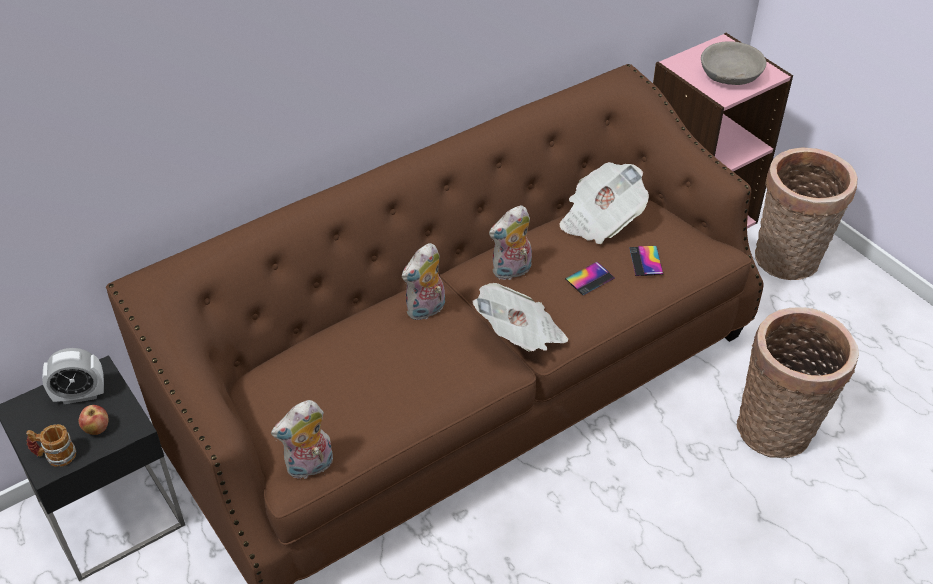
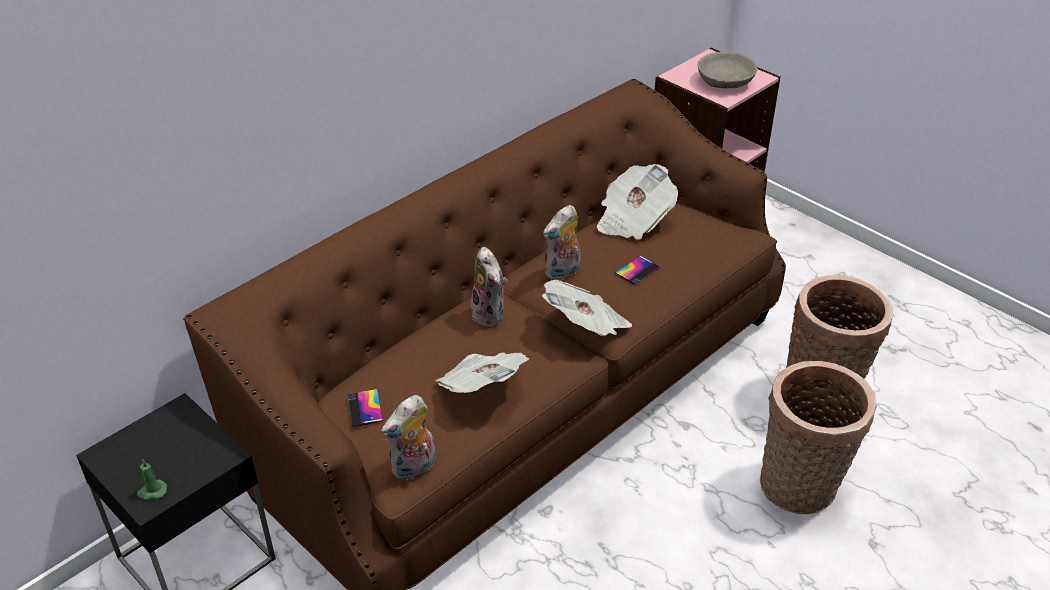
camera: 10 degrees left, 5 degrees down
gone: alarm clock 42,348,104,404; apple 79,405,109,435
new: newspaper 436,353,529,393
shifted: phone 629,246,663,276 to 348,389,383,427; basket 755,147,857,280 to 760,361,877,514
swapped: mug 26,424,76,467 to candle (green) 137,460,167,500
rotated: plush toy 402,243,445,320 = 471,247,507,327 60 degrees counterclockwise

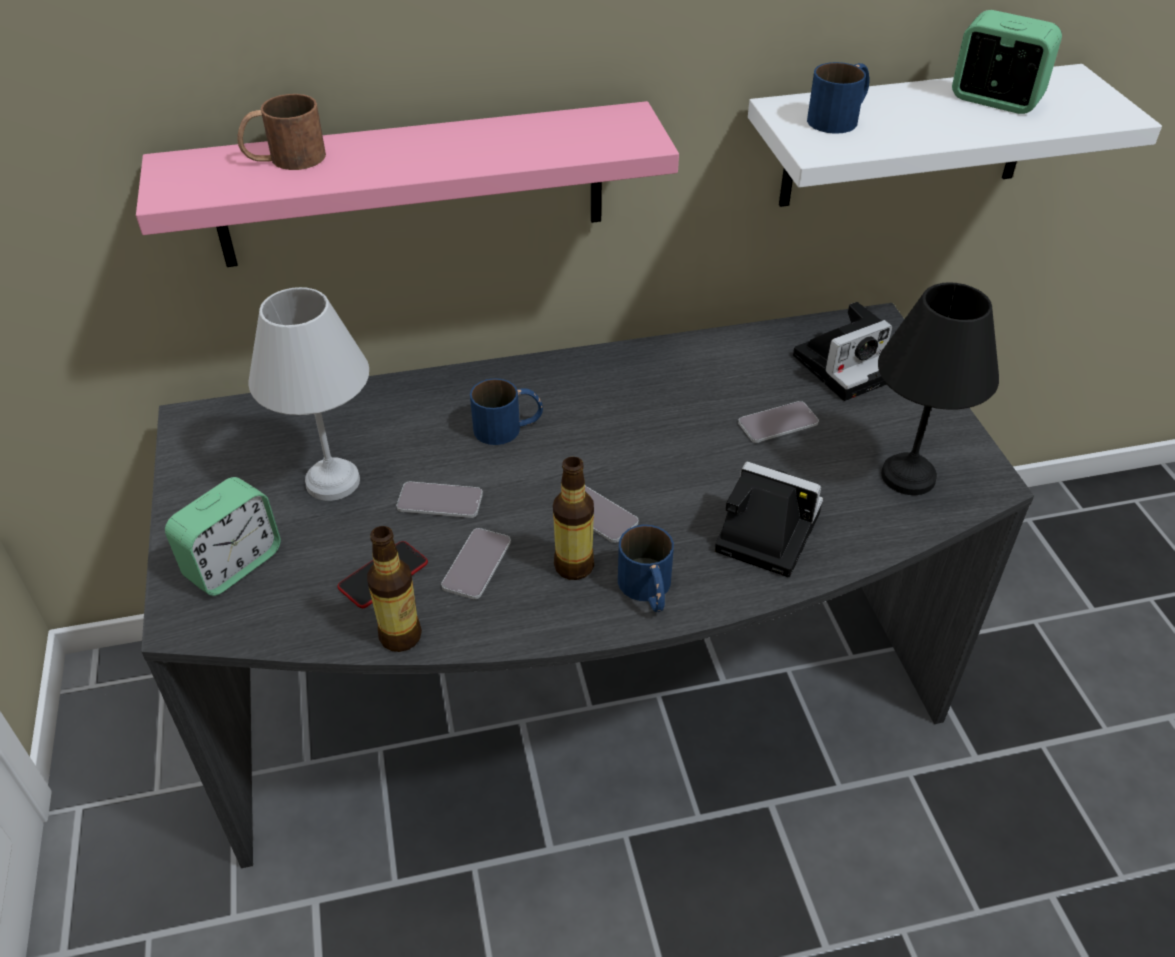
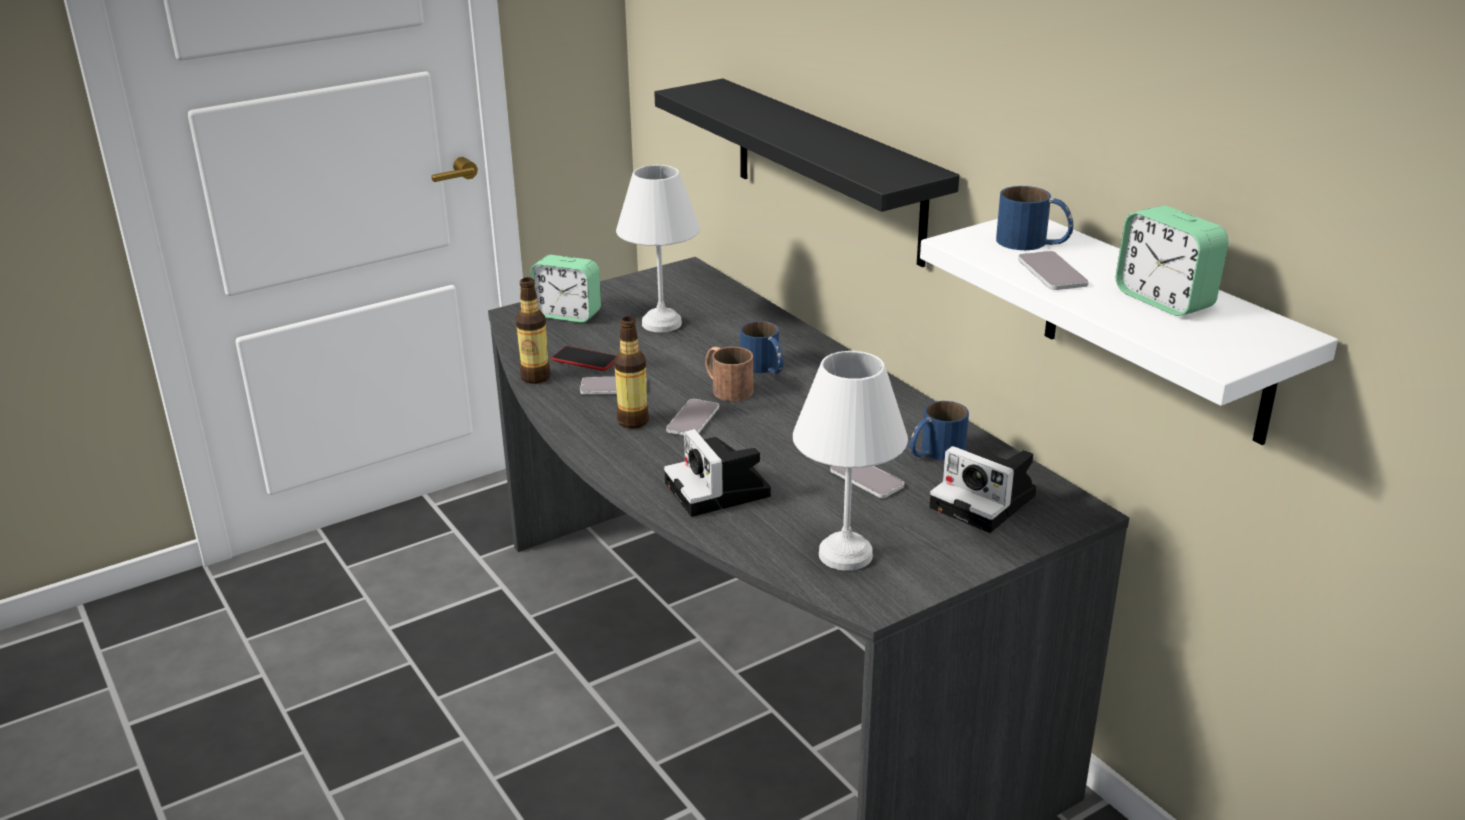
camera: 70 degrees right, 15 degrees down
shifted: mug (brown) 237,94,326,170 to 705,347,753,401; mug (blue) 618,525,674,612 to 910,401,969,460; phone 397,482,483,518 to 1018,251,1089,290
repainted: shelf (pink) 136,101,679,267 to shelf (black) 654,79,959,267; table lamp (black) 878,282,999,495 to table lamp (white) 793,351,908,571
rotated: photo camera 715,461,823,577 = 664,429,771,517 150 degrees clockwise; alarm clock 952,10,1062,114 = 1116,206,1229,316 135 degrees clockwise

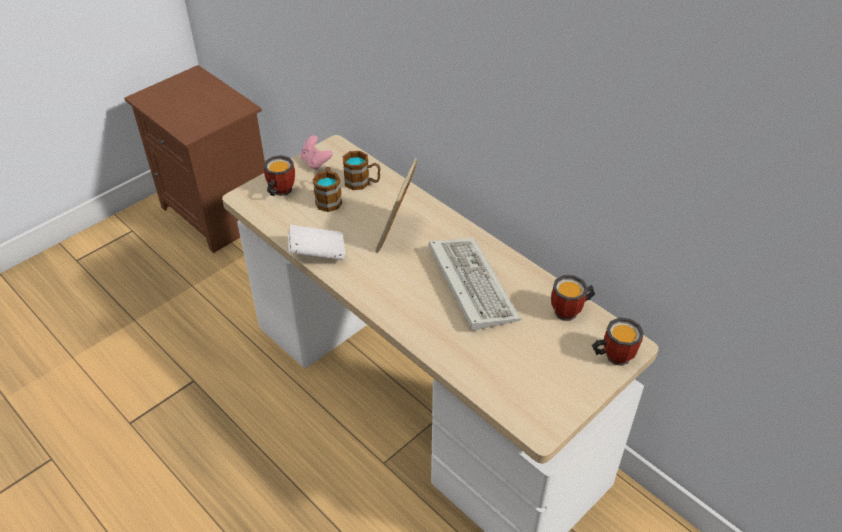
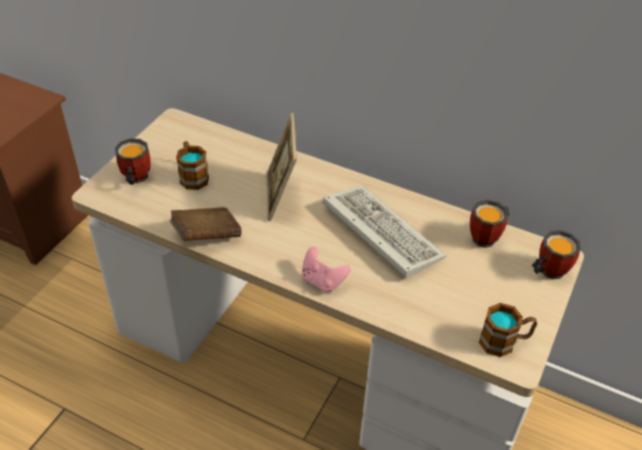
camera: 20 degrees left, 0 degrees up
shifted: game controller (pink) 301,135,333,170 to 302,247,350,292; mug 343,151,380,190 to 479,303,537,357
repainted: book (white) 288,225,345,260 to book (brown) 170,207,242,241

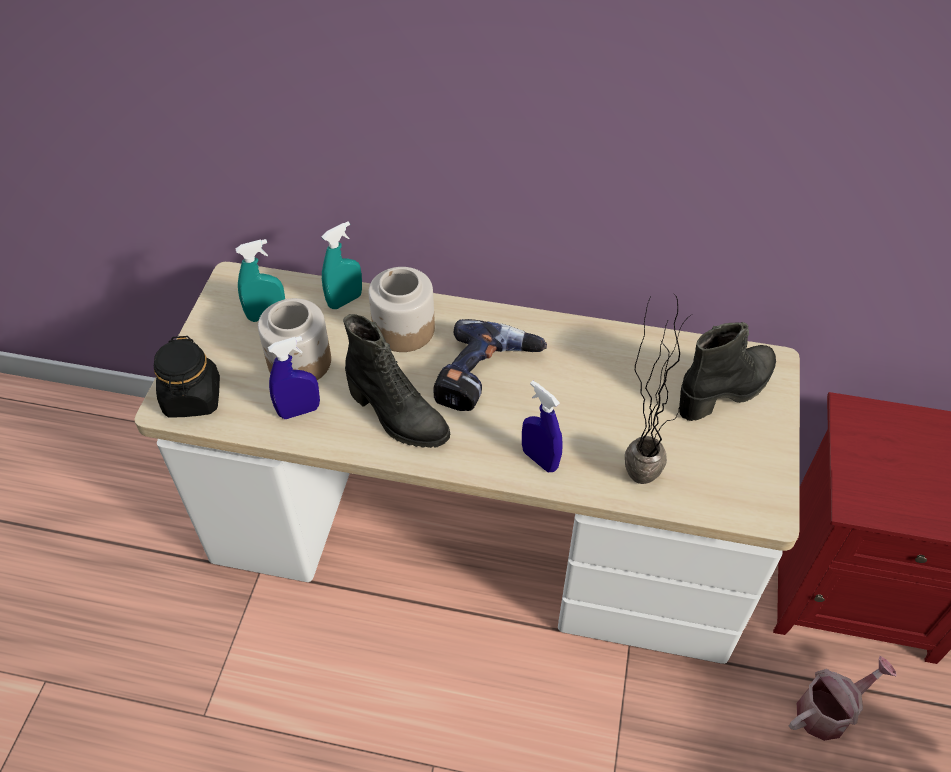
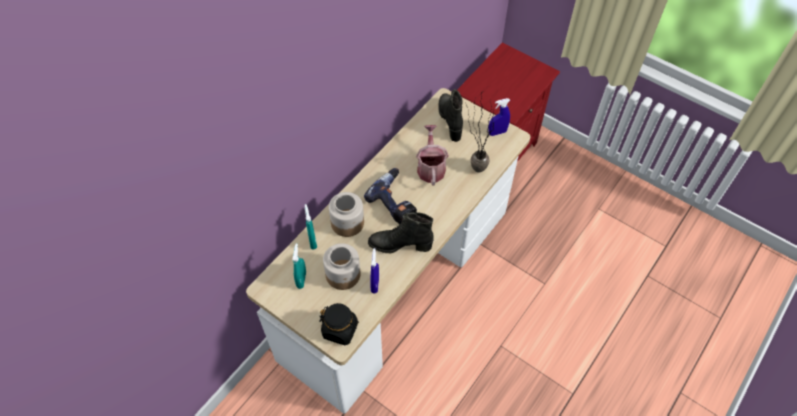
camera: 65 degrees left, 5 degrees up
shifted: watering can 789,656,896,741 to 416,125,449,185; spray bottle (blue) 522,381,563,472 to 488,98,510,136
rotated: boot (black) 343,314,450,448 = 368,212,434,254 150 degrees counterclockwise

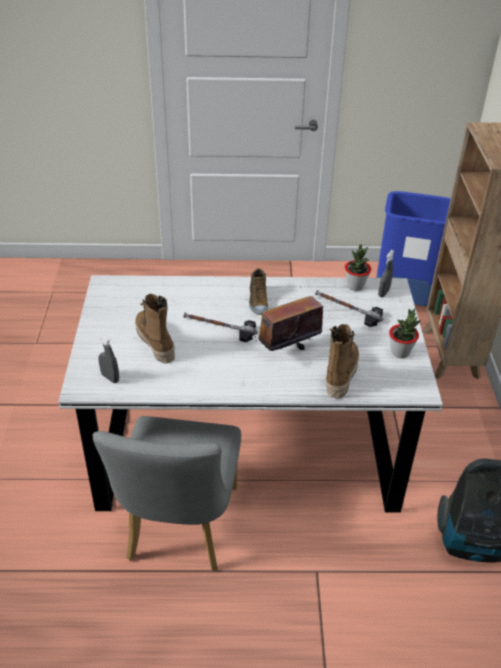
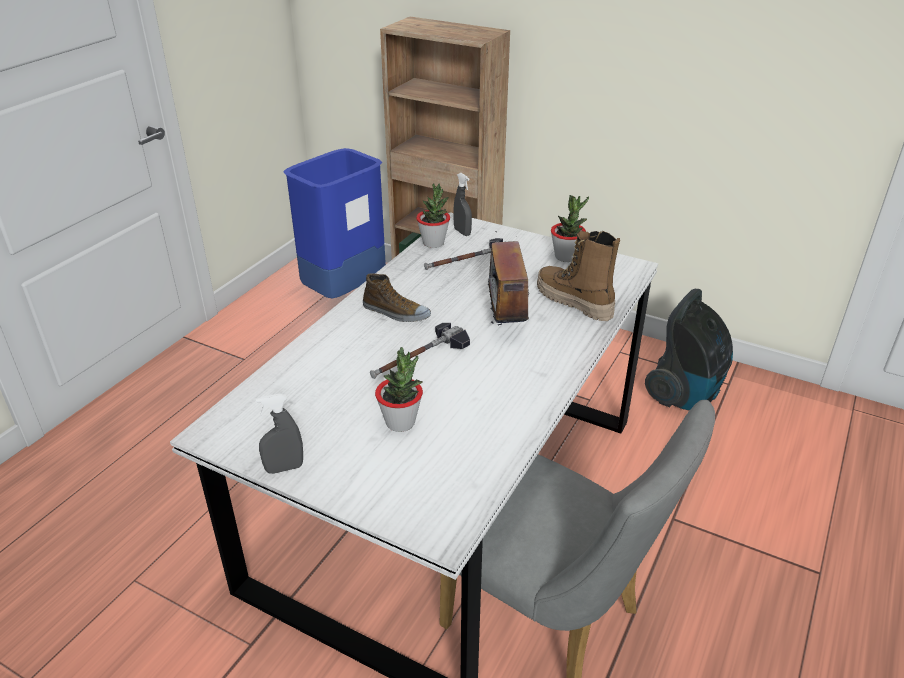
camera: 60 degrees left, 5 degrees down
shifted: spray bottle (grey) 97,330,119,383 to 255,393,303,474
swapped: boot 135,294,175,364 to potted plant 375,347,423,432

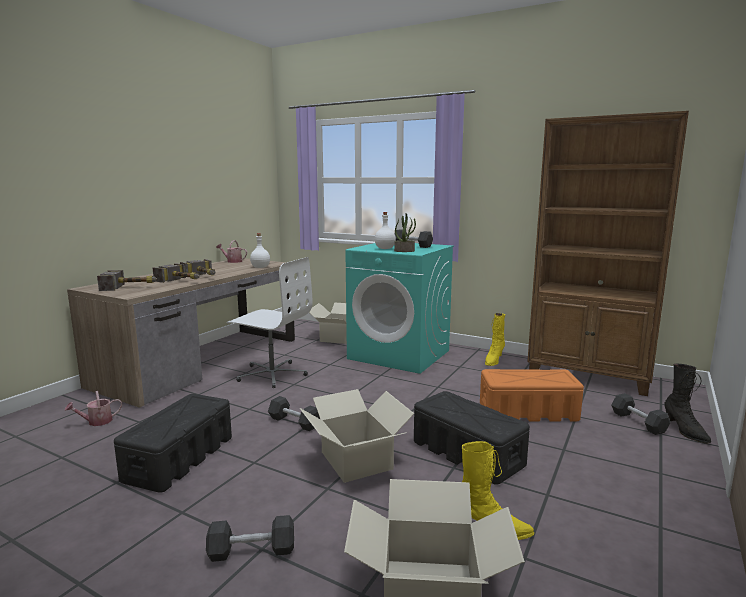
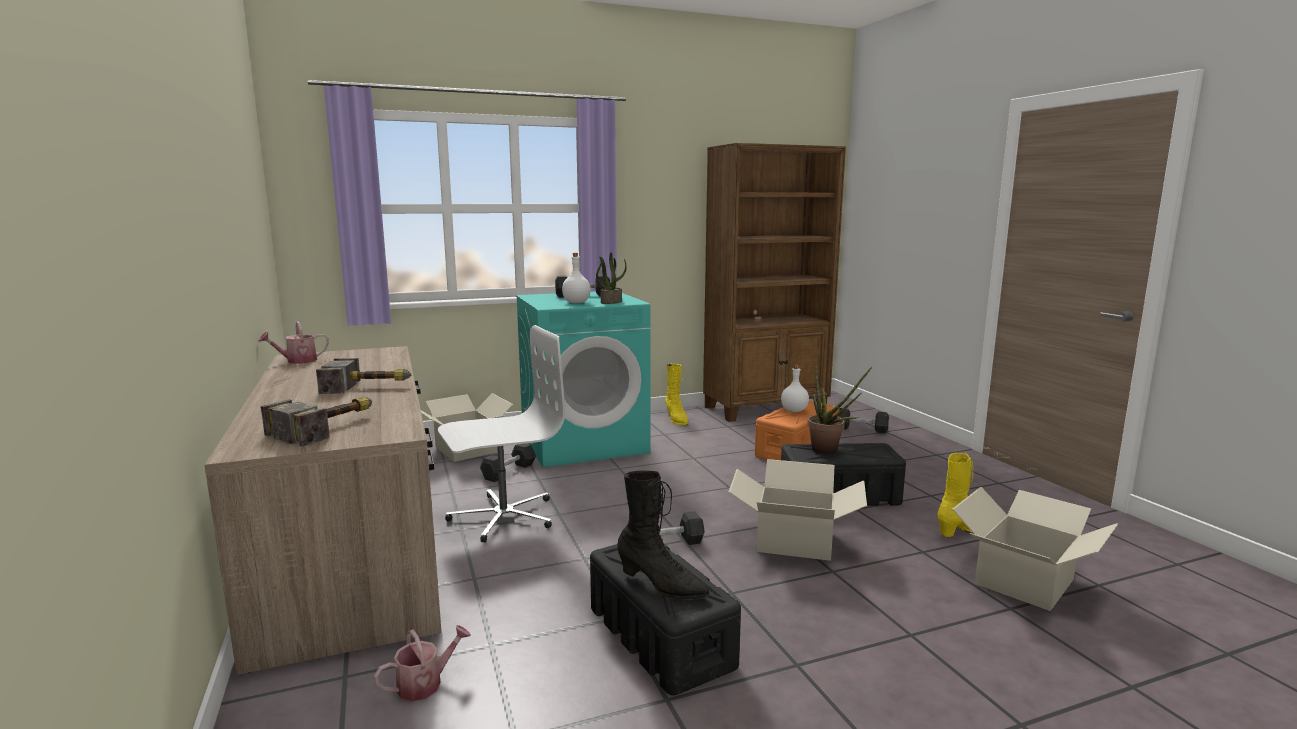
camera: 50 degrees left, 0 degrees up
gone: hammer 153,263,200,283
new: potted plant 808,363,872,454
shifted: dumbbell (black) 206,515,294,562 to 480,444,536,482; boot (black) 664,364,711,443 to 617,470,710,600; bottle (white) 250,233,270,268 to 781,365,809,412
rotated: watering can 64,391,122,426 = 374,625,471,701 135 degrees counterclockwise

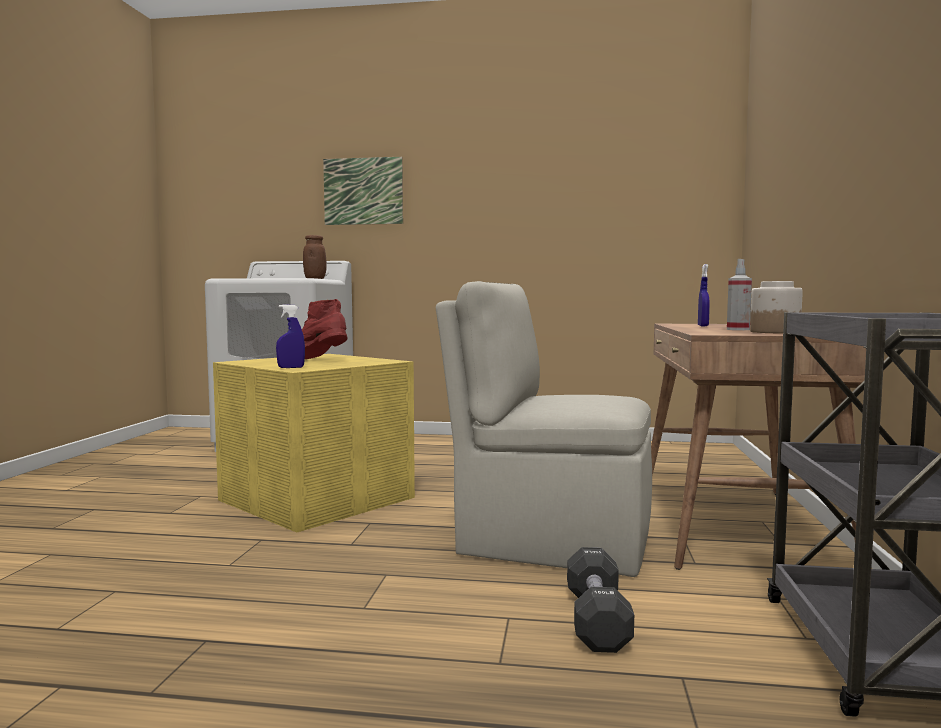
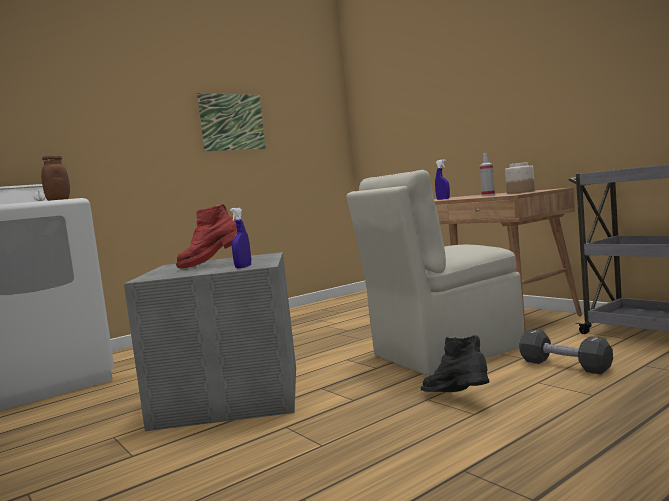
camera: 45 degrees left, 0 degrees up
new: boot (black) 421,335,489,392
shifted: picture 323,157,403,225 to 196,93,266,151
repainted: storage box (yellow) 213,354,415,532 to storage box (grey) 124,252,296,431

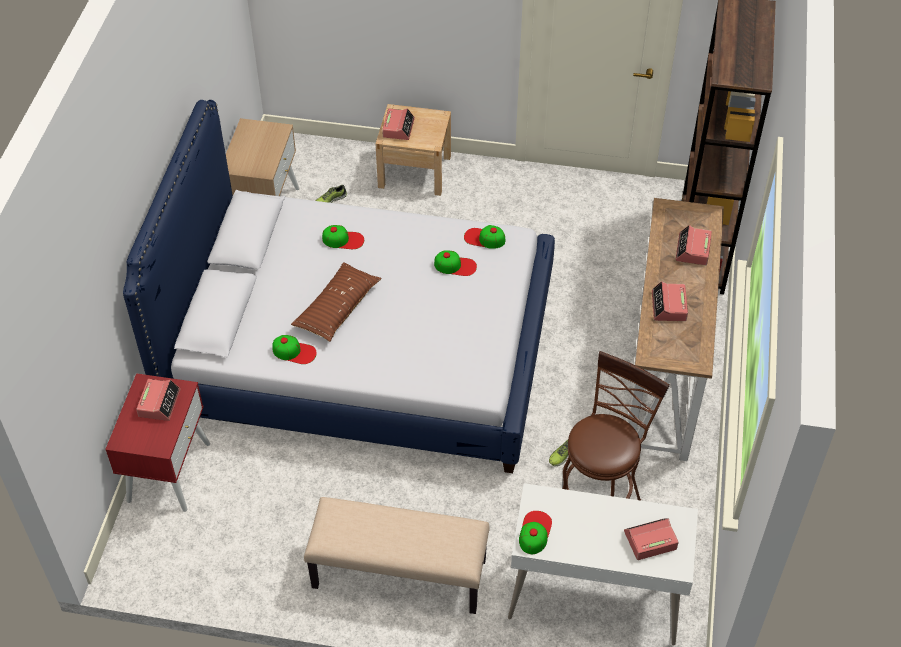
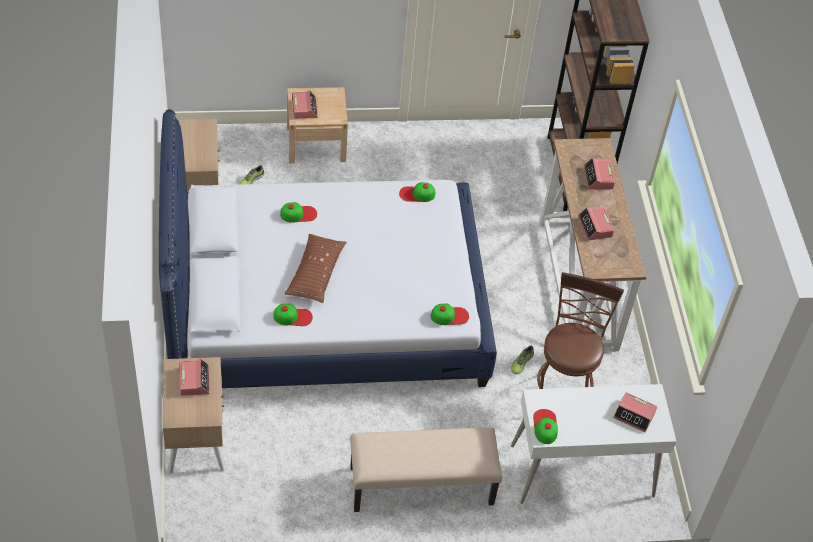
camera: 20 degrees left, 0 degrees up
shifted: cap 434,250,477,276 to 431,303,469,325
repainted: nightstand (red) 105,373,210,512 to nightstand (beige) 163,357,225,474
rotated: alarm clock 624,518,679,560 = 613,392,657,432 120 degrees counterclockwise

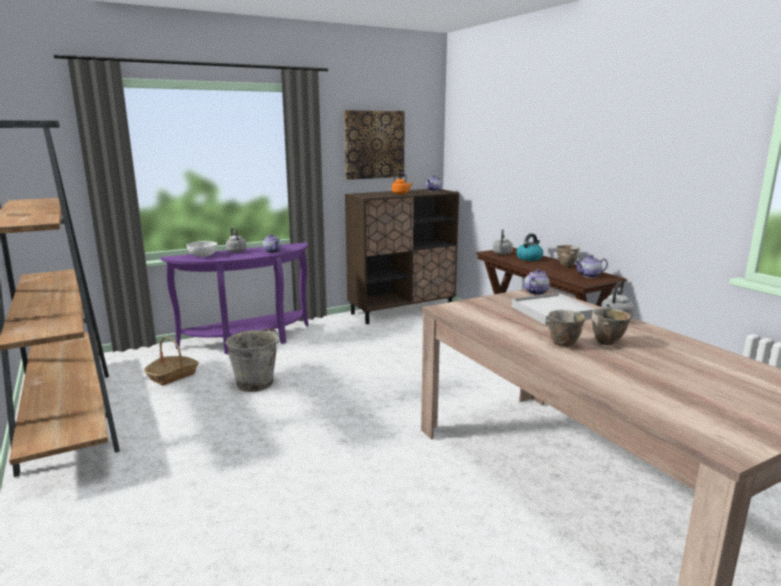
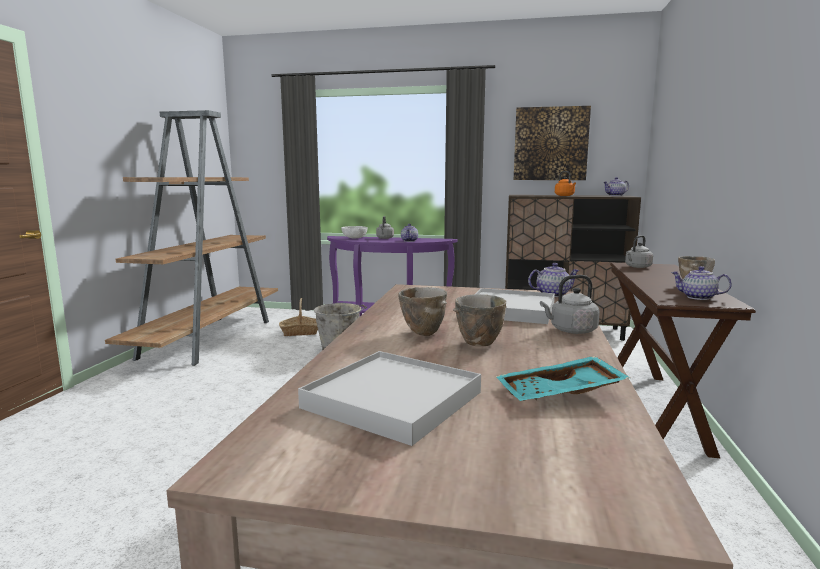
camera: 40 degrees right, 5 degrees down
gone: kettle 516,234,544,261
new: tray (white) 298,351,481,446; tray (turquoise) 495,356,630,401

